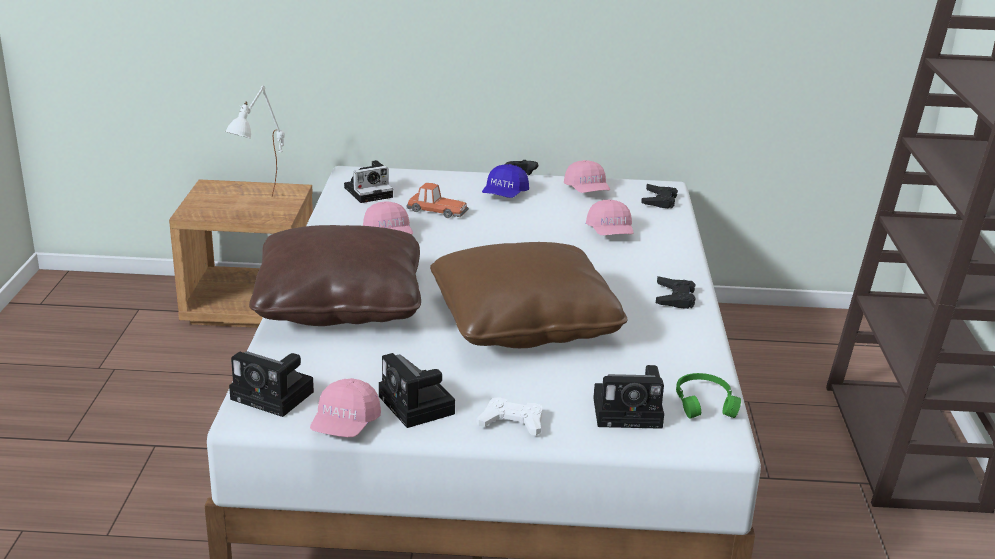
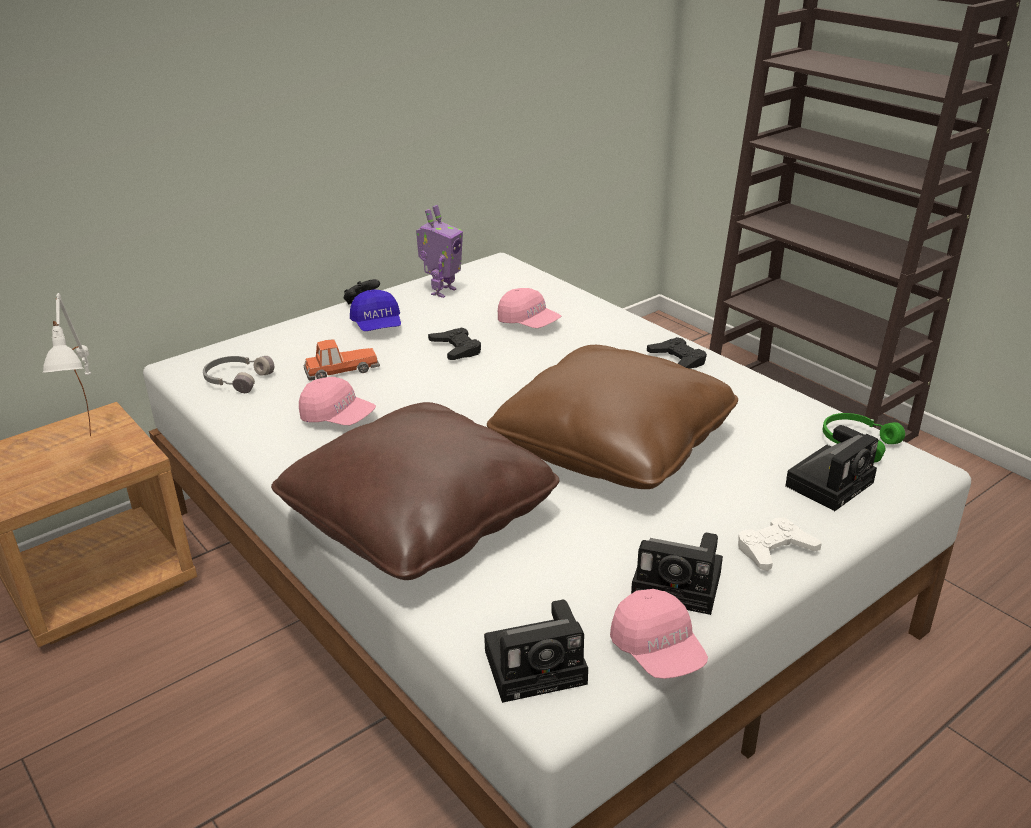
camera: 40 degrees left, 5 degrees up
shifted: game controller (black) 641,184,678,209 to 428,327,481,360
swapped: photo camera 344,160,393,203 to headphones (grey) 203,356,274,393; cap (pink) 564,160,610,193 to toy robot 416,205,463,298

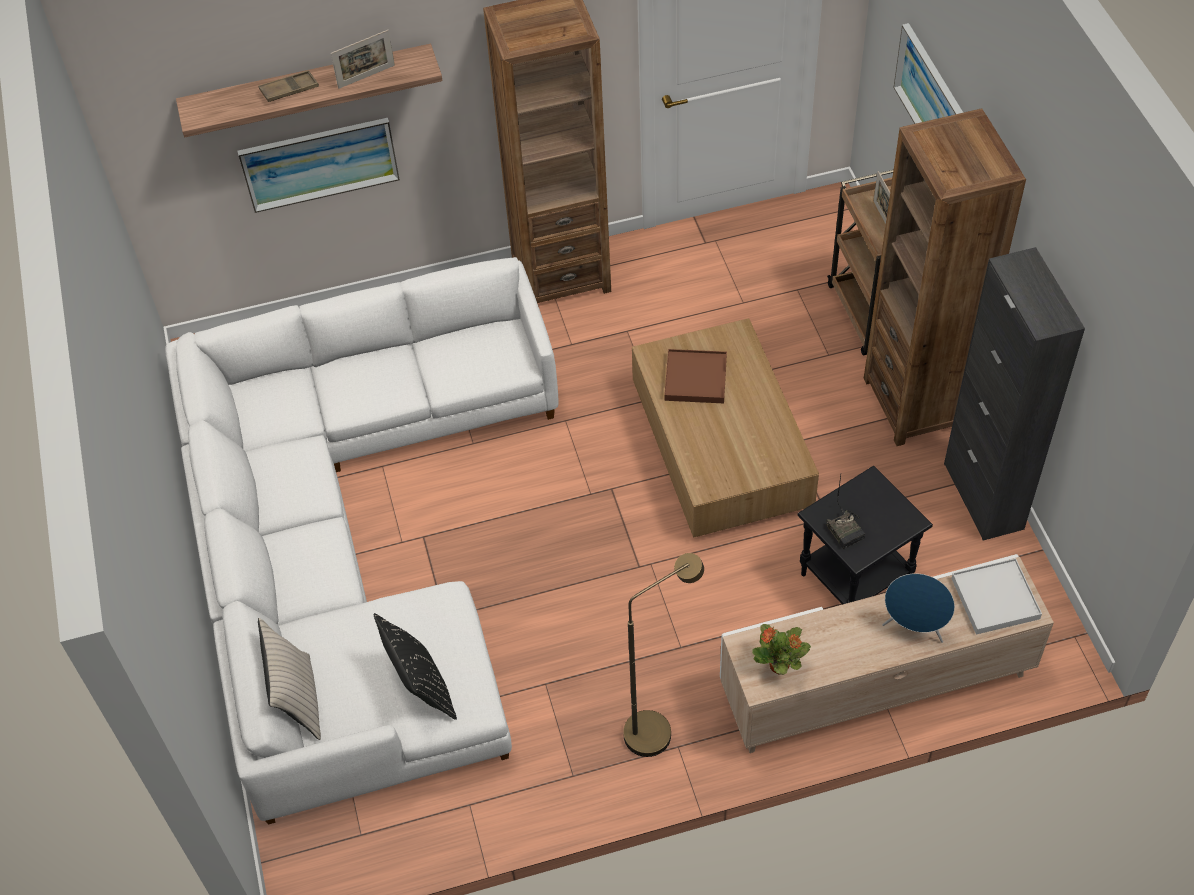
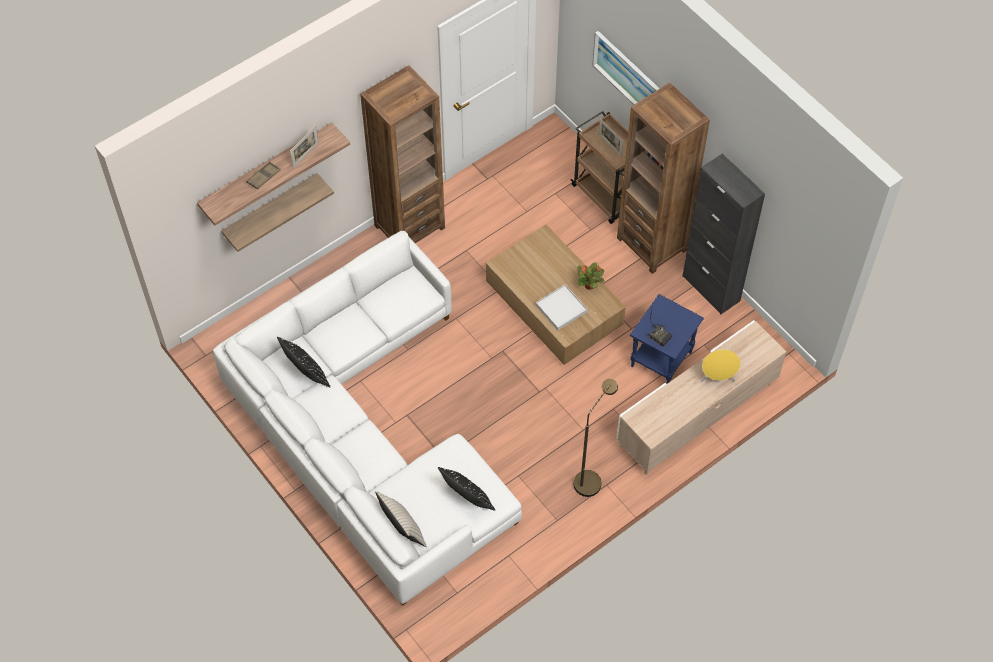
camera: 25 degrees left, 5 degrees up
gone: tray (brown) 664,349,727,403
new: pillow (black) 277,337,331,387
shifted: tray (white) 951,558,1042,635 to 536,285,587,330; potted plant 752,624,811,675 to 577,262,605,290
swapped: picture 237,118,400,213 to shelf 221,173,334,252
repainted: side table (black) 798,466,933,605 to side table (blue) 630,294,704,384; speaker (blue) 882,573,955,643 to speaker (yellow) 701,349,741,383

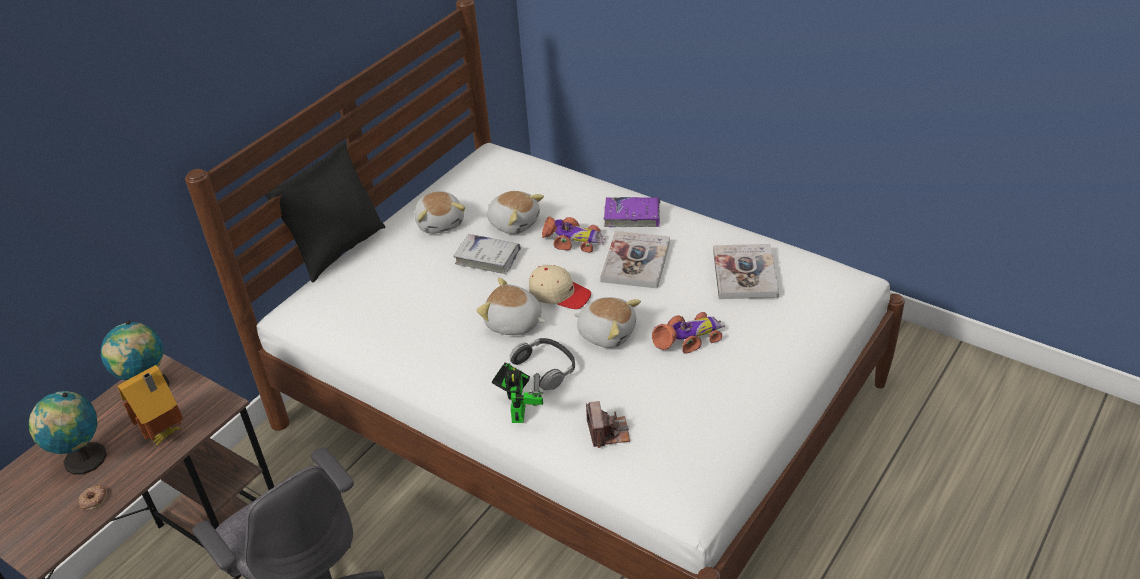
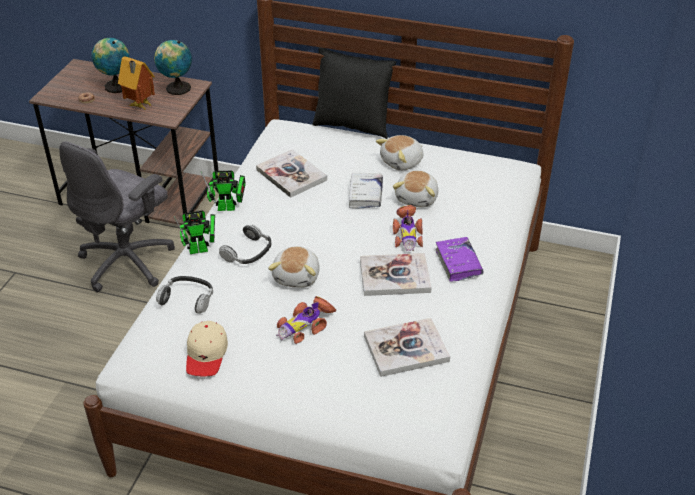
camera: 70 degrees right, 0 degrees up
gone: plush toy 477,278,546,335
new: toy robot 201,171,246,211; book 256,149,327,198
shifted: cap (beige) 529,265,591,309 to 186,321,228,376
swapped: photo camera 586,401,630,448 to headphones 156,276,213,314
rotated: toy car 652,312,725,354 = 276,296,336,344 90 degrees clockwise

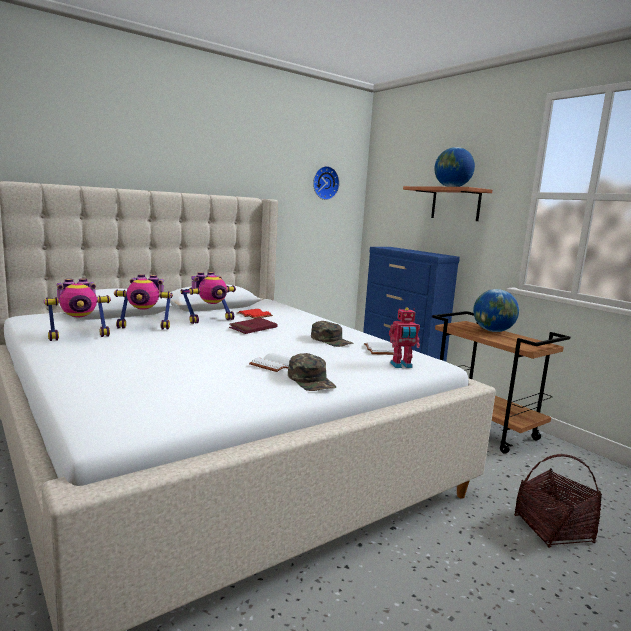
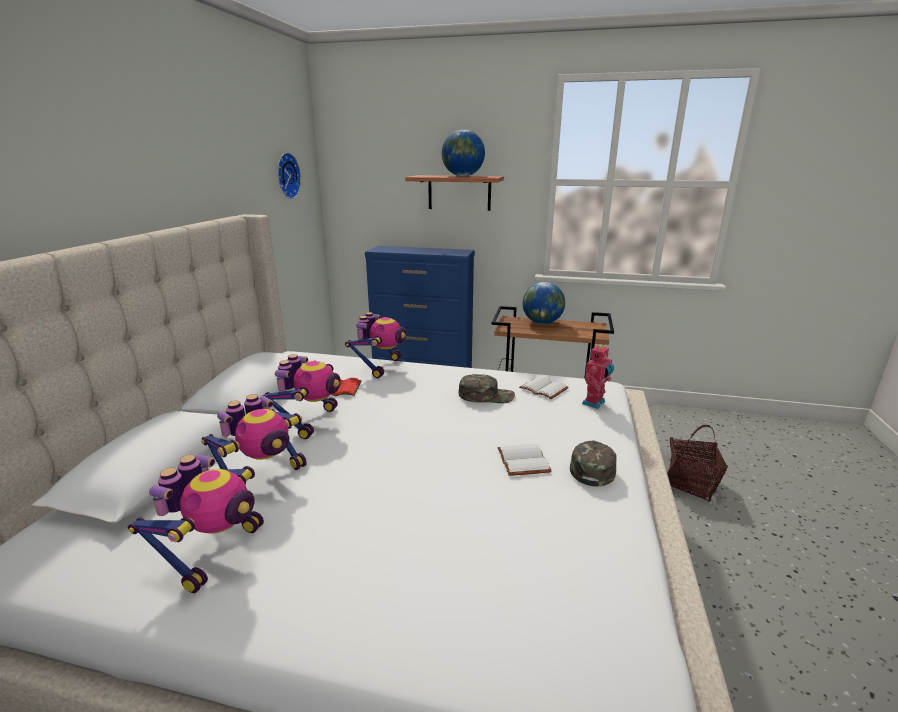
camera: 40 degrees left, 10 degrees up
gone: book (red) 229,318,277,334
new: toy robot 345,312,406,378
rotated: cap (green) 288,353,336,391 = 570,441,617,486 90 degrees counterclockwise

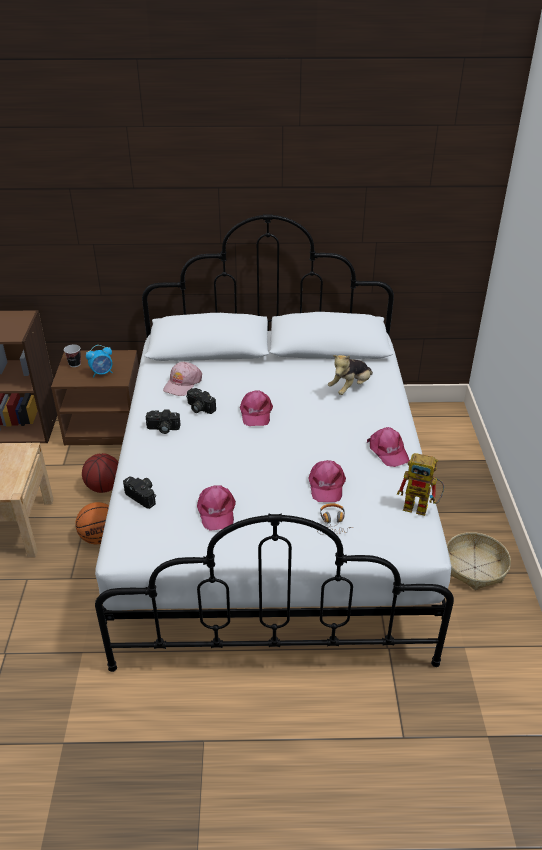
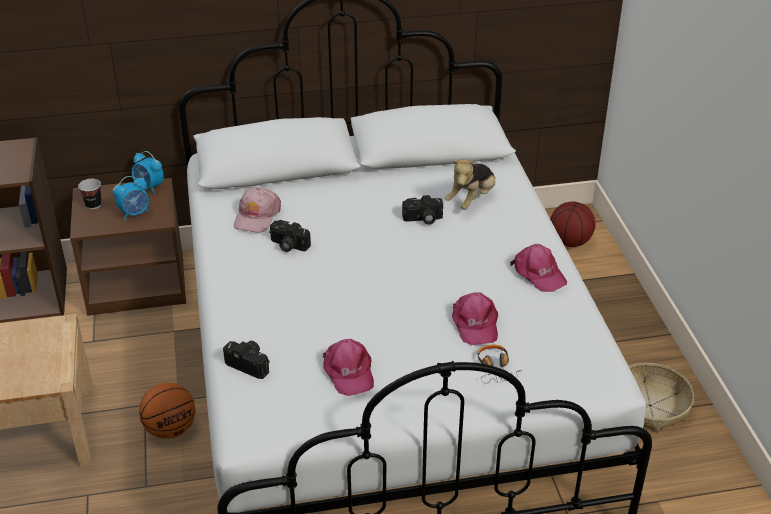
camera: 10 degrees left, 0 degrees up
gone: cap (pink) 240,390,273,426; toy robot 397,453,444,516
new: alarm clock 132,151,164,194
shifted: photo camera 146,409,180,434 to 402,195,443,225; basketball 82,453,118,493 to 550,201,596,247

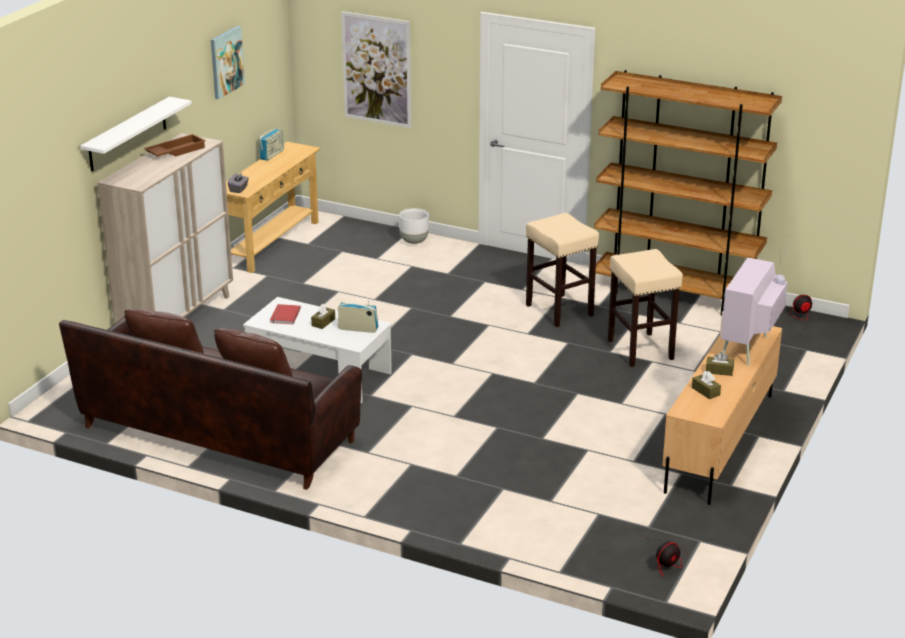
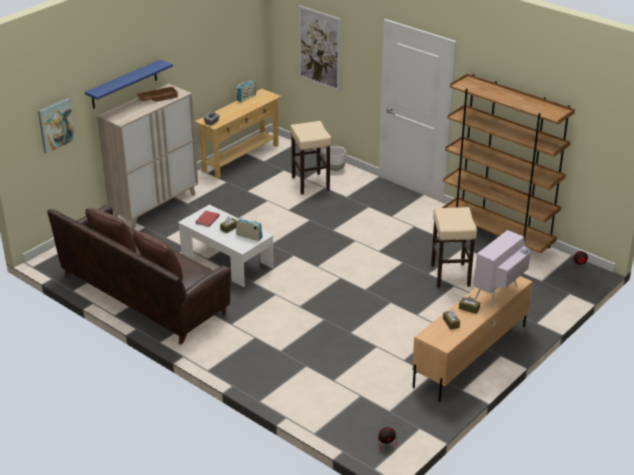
camera: 15 degrees right, 5 degrees up
shifted: picture 211,26,245,99 to 38,98,76,153; stool (beige) 526,213,599,327 to 290,121,331,195
repainted: shelf (white) 80,97,192,172 to shelf (blue) 85,59,173,109

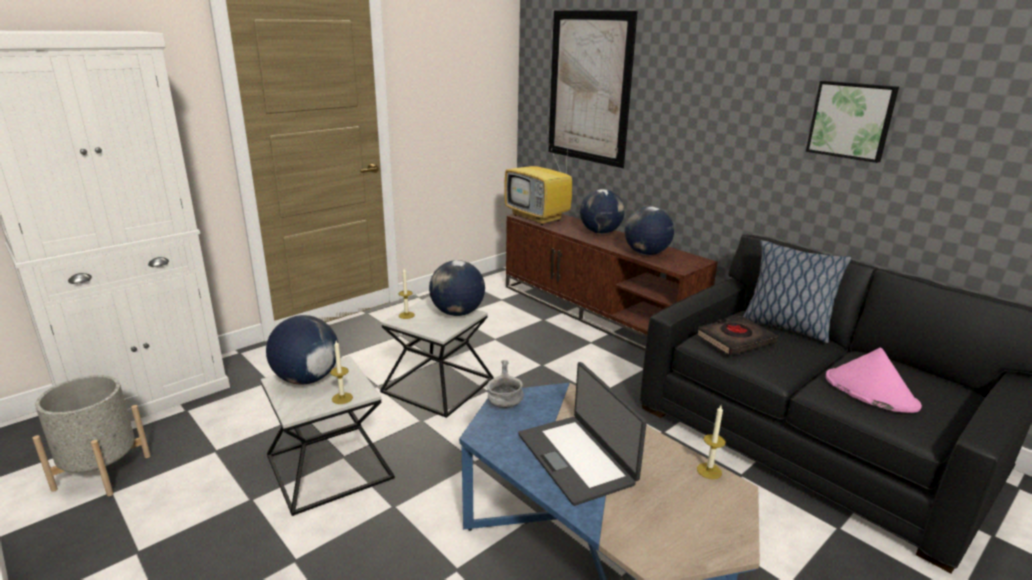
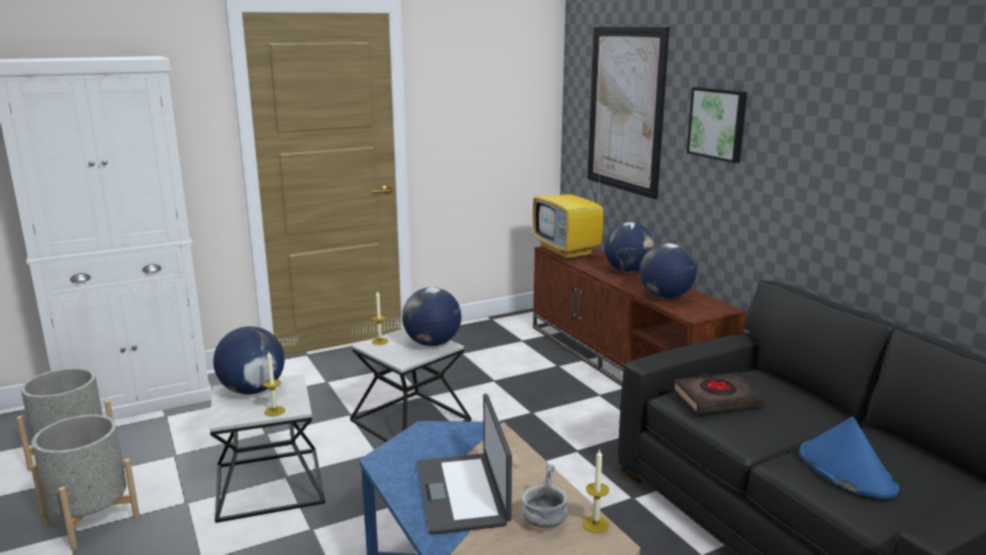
camera: 15 degrees right, 5 degrees down
gone: pillow 743,240,852,343
new: planter (grey) 31,415,140,550
shifted: bowl (grey) 487,360,524,408 to 522,464,568,528; picture 806,81,899,163 to 687,87,747,163
repainted: hat (pink) 826,347,922,413 to hat (blue) 800,416,899,499

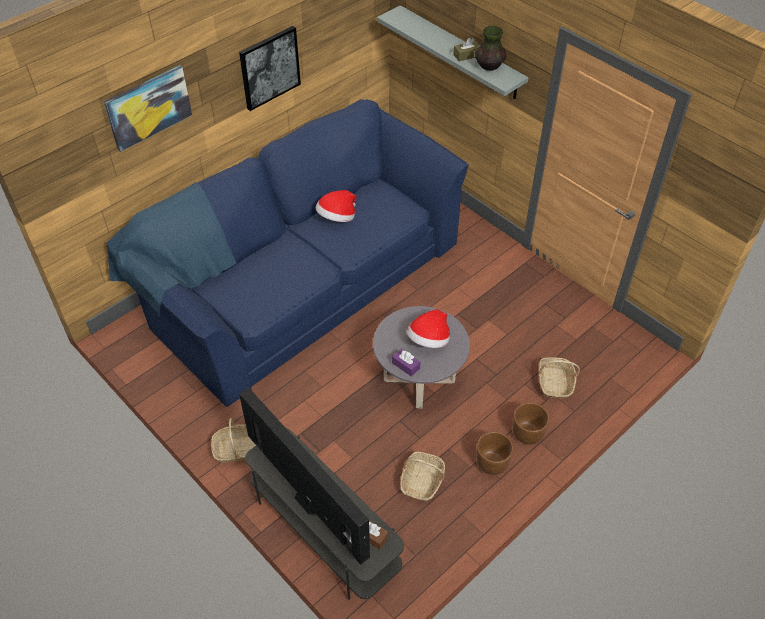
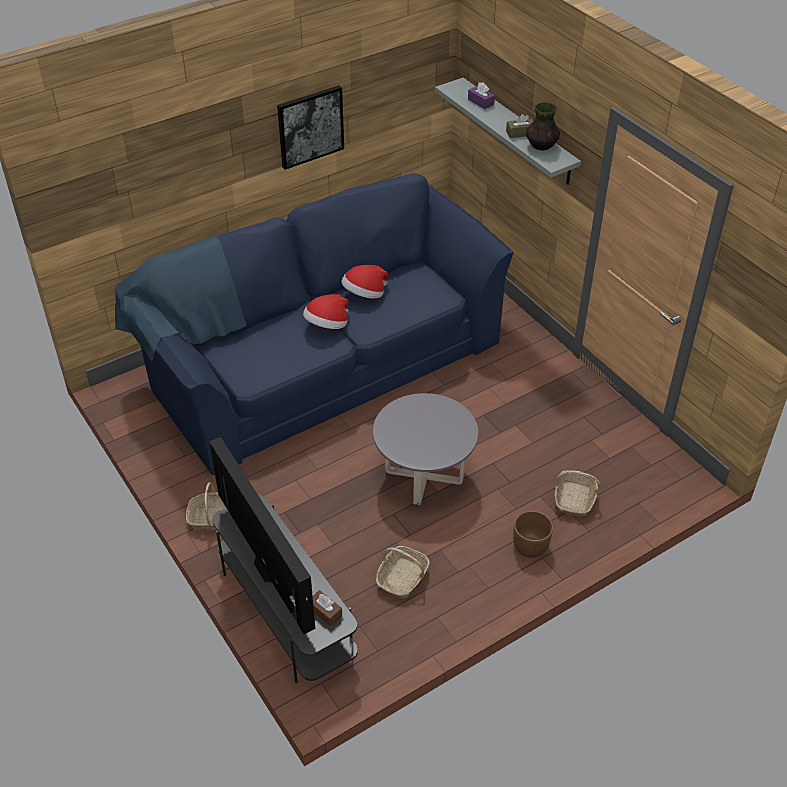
camera: 10 degrees right, 5 degrees down
gone: picture 104,65,192,152; planter (brown) 476,432,513,475
shifted: hat 407,309,450,348 to 303,294,349,329; tissue box (purple) 392,348,420,377 to 468,82,495,109

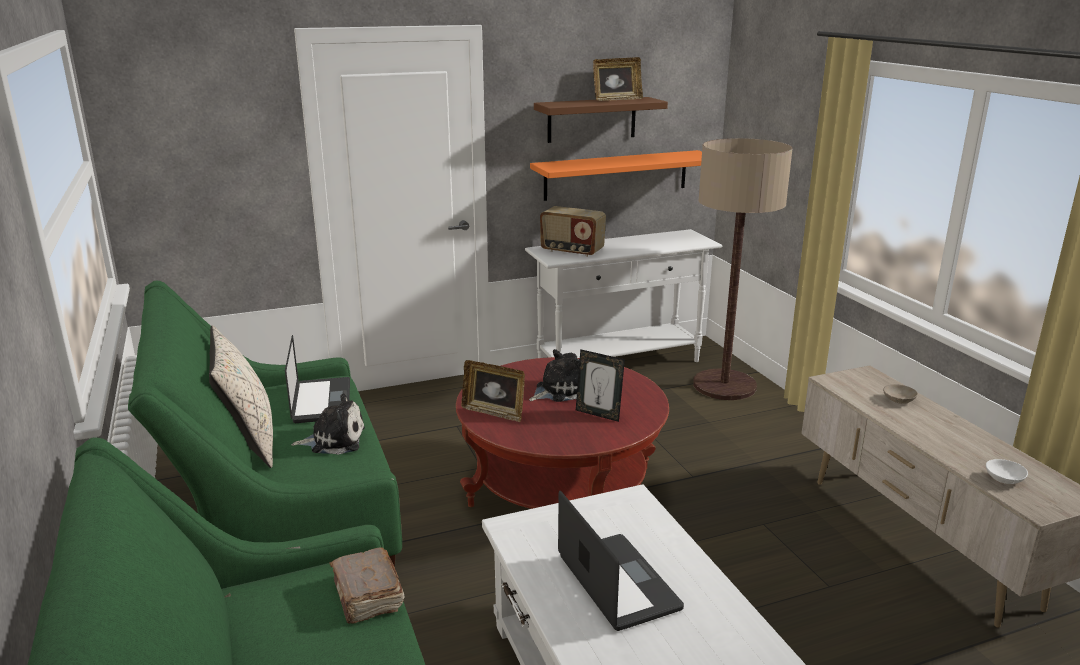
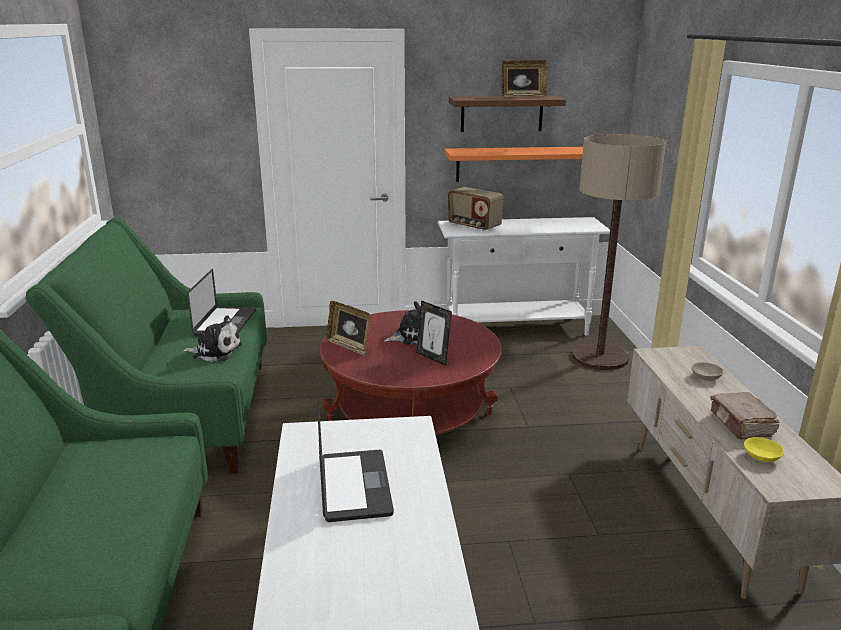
camera: 15 degrees right, 0 degrees up
gone: pillow (beige) 209,325,273,468
shifted: book (brown) 330,547,405,623 to 710,392,779,440
repainted: bowl (white) 986,459,1028,484 to bowl (yellow) 744,437,784,462

